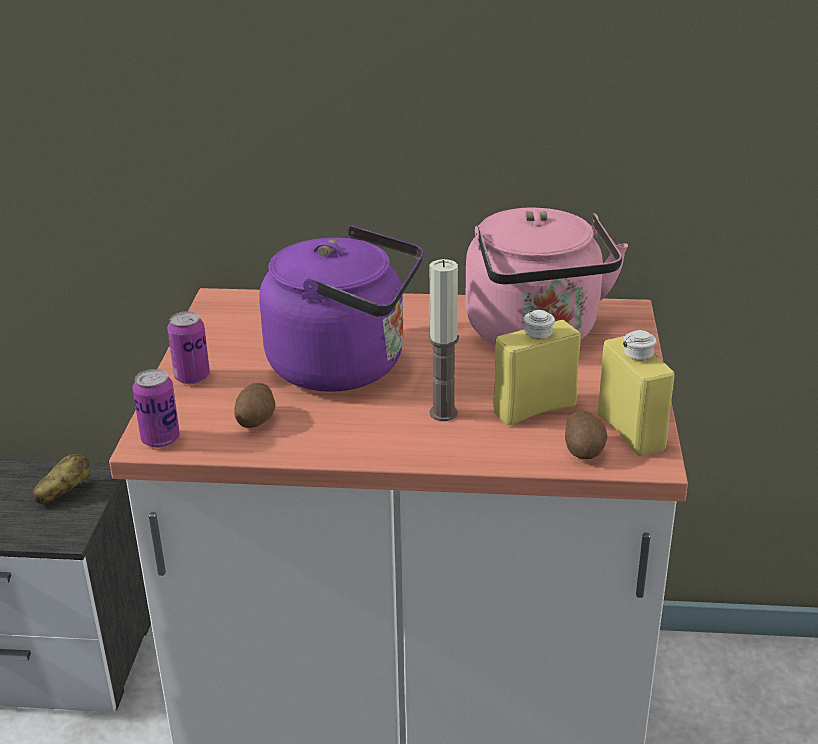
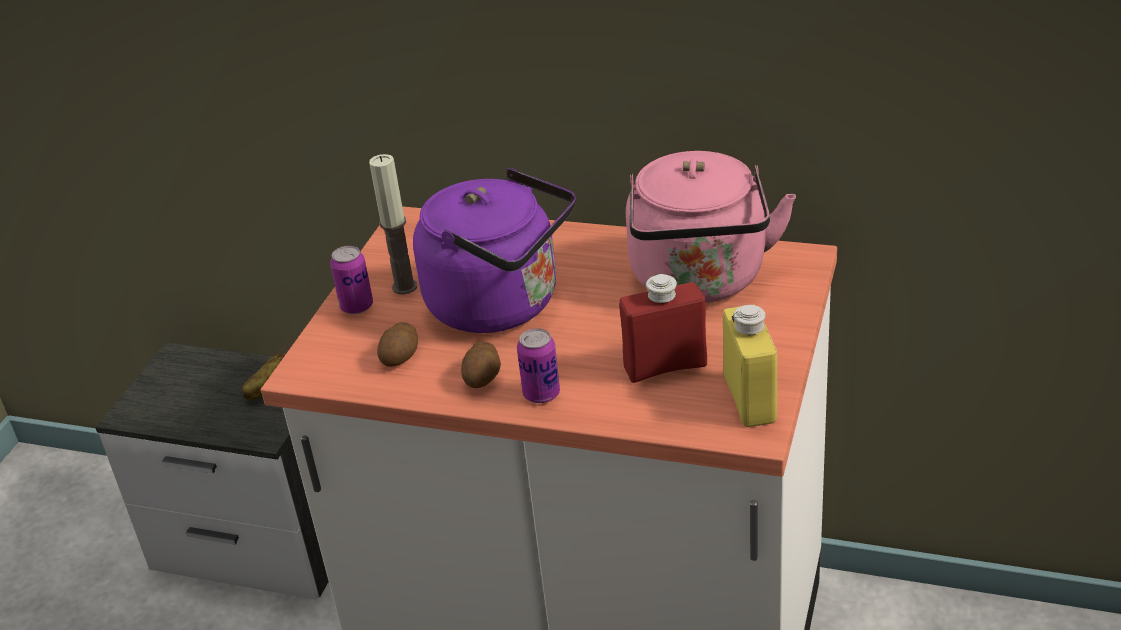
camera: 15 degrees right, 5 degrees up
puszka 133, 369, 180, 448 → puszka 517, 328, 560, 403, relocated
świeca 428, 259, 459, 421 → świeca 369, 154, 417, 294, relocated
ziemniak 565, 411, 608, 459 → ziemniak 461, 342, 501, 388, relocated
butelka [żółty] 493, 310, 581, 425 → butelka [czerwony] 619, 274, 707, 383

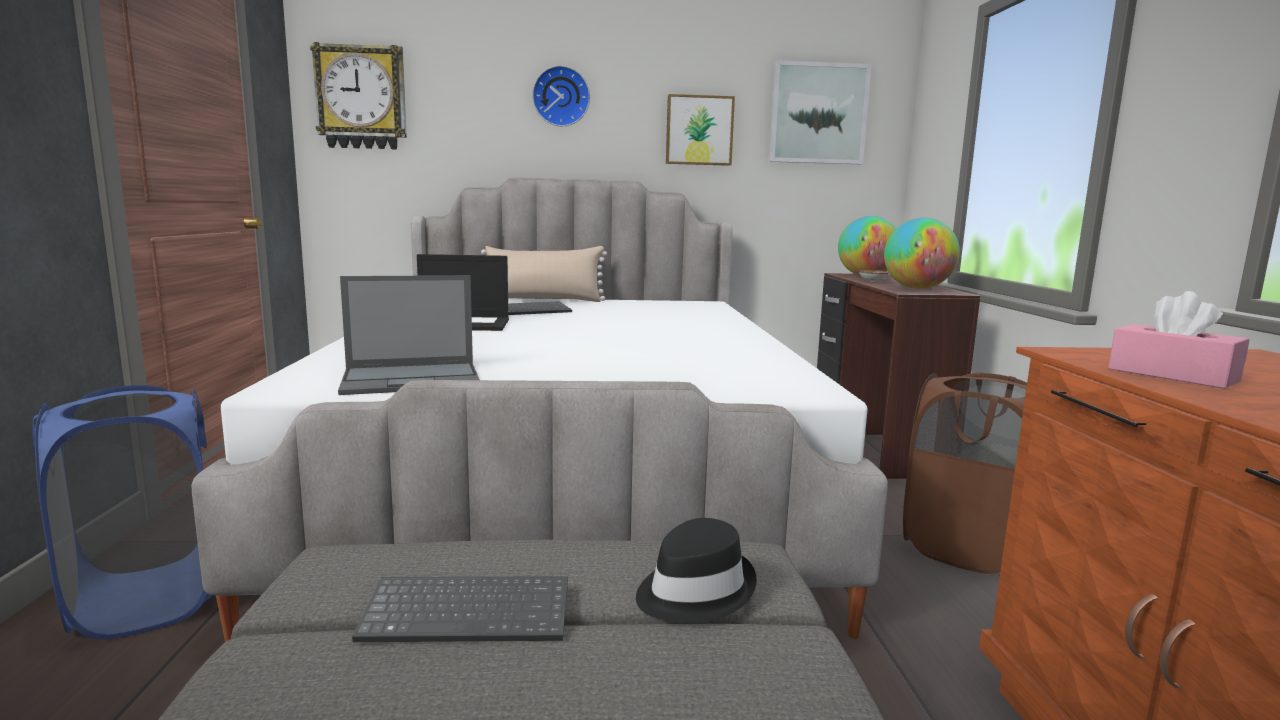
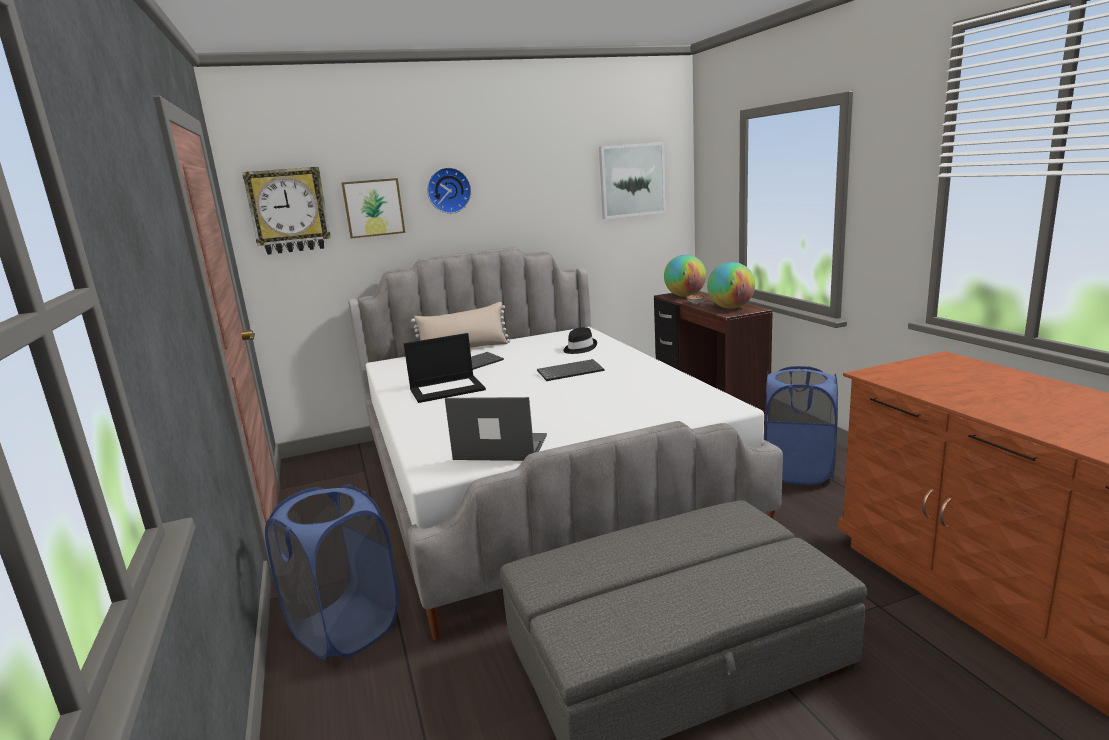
camera: 15 degrees left, 5 degrees up
pudełko chusteczek [różowy] 1108, 291, 1250, 389 → -
klawiatura 352, 576, 568, 642 → klawiatura 537, 359, 604, 381, relocated
kapelusz [czarny] 636, 518, 757, 623 → kapelusz [czarny] 563, 327, 597, 354, relocated
obraz 666, 94, 735, 166 → obraz 341, 178, 405, 238, relocated
kosz na pranie [brązowy] 903, 373, 1027, 574 → kosz na pranie [niebieski] 765, 366, 838, 485
laptop 338, 275, 480, 395 → laptop 445, 397, 547, 461, 135 degrees counterclockwise

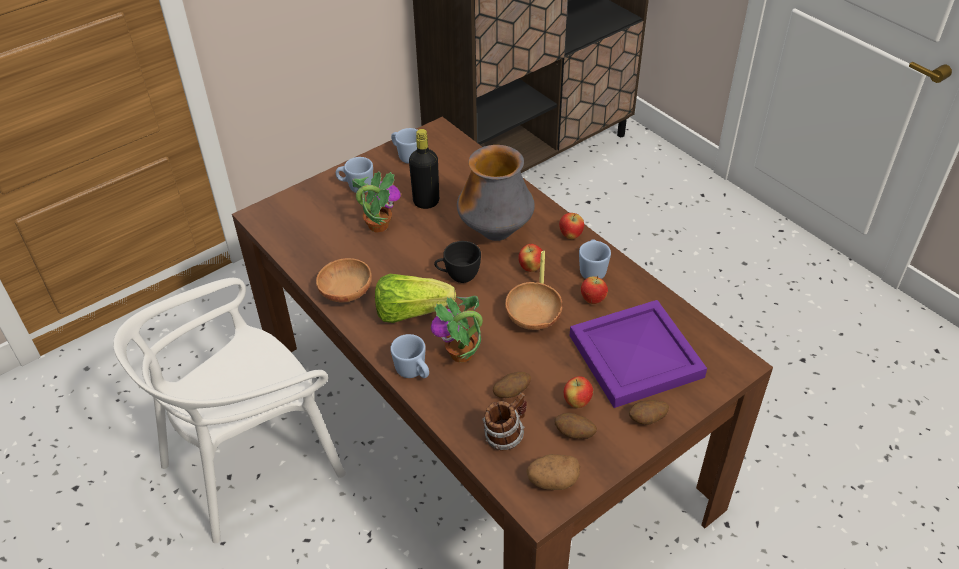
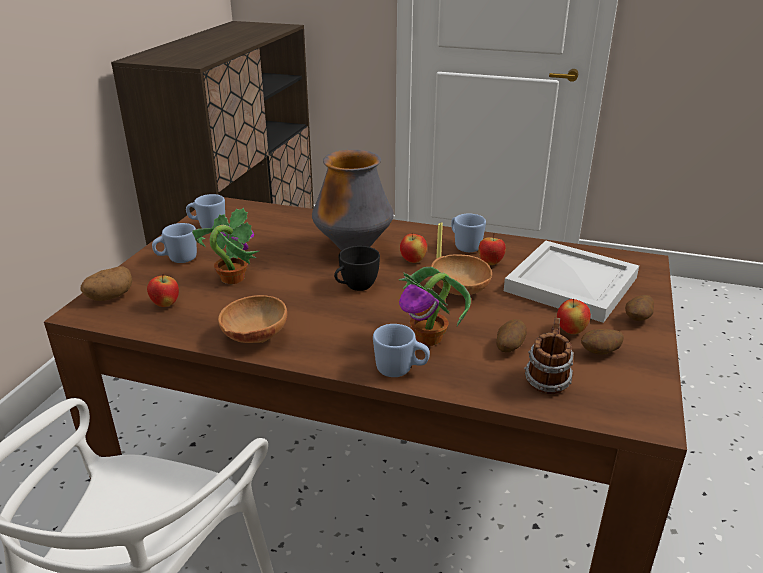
camera: 35 degrees left, 15 degrees down
sałata 375, 274, 456, 323 → -
butelka [czarny] 409, 129, 439, 209 → -
ziemniak 526, 454, 580, 490 → ziemniak 80, 266, 132, 301, relocated
jabłko 559, 213, 584, 239 → jabłko 147, 273, 179, 307, relocated
taca [fioletowy] 570, 300, 707, 408 → taca [biały] 504, 241, 639, 323

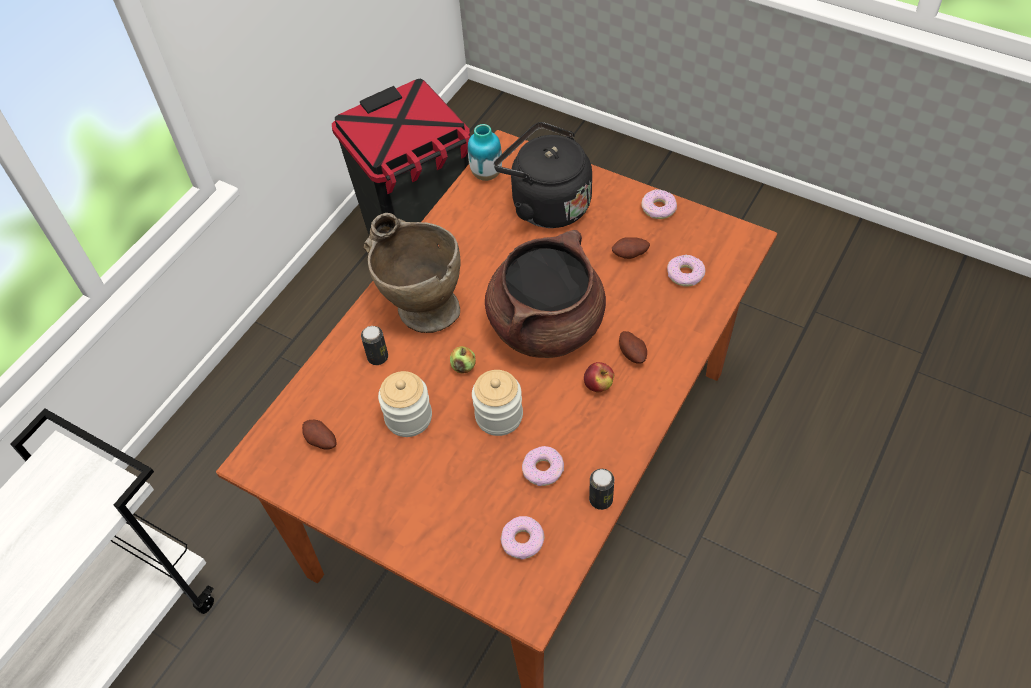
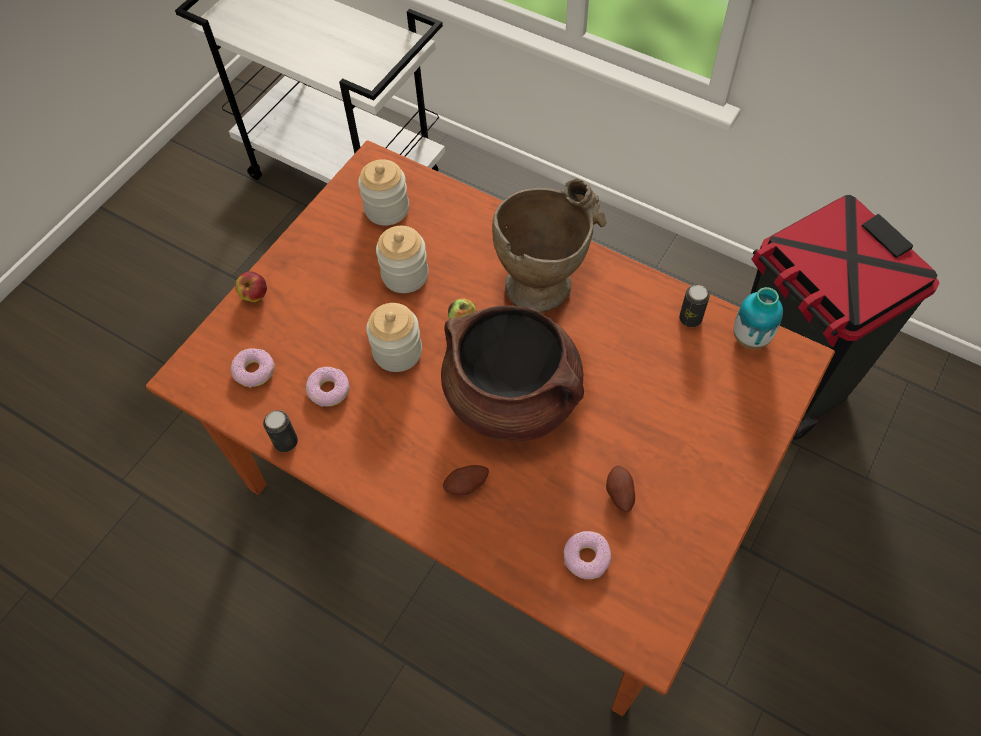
camera: 90 degrees right, 5 degrees up
czajnik [czarny] 494, 122, 592, 228 → -
donut 641, 189, 677, 219 → -
puszka 361, 326, 388, 365 → puszka 679, 285, 710, 327, relocated
jabłko 584, 362, 614, 392 → jabłko 235, 271, 267, 302, relocated
ziemniak 302, 420, 336, 450 → słoik 358, 159, 409, 226

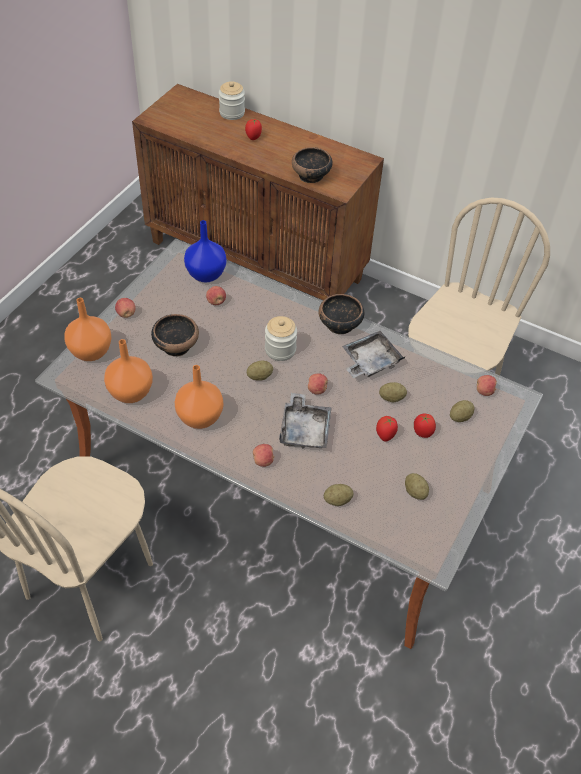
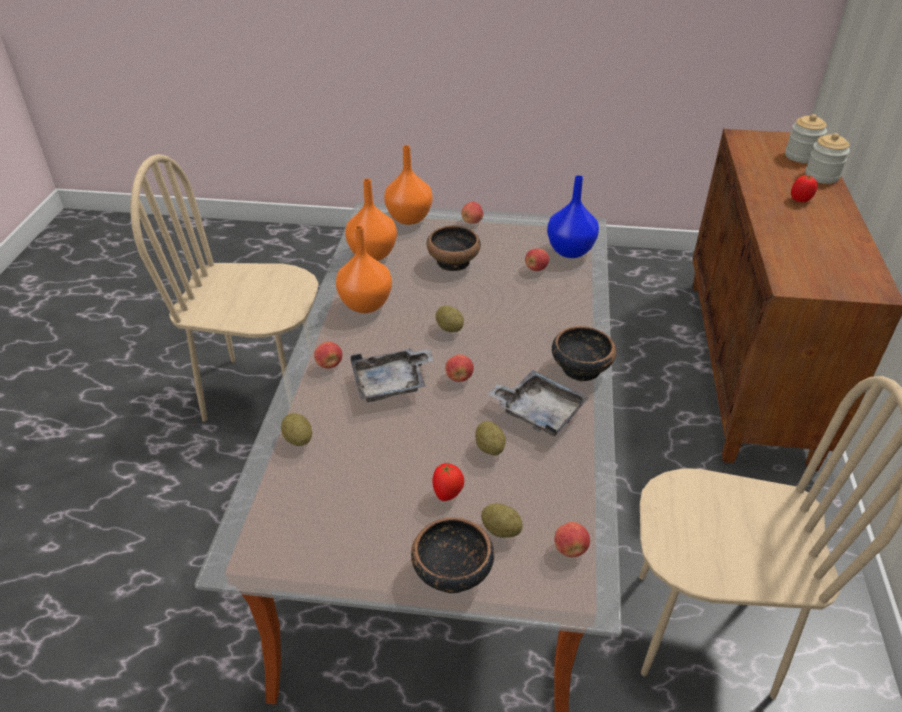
camera: 70 degrees right, 10 degrees down
pomidor 376, 416, 398, 442 → -
ziemniak 405, 473, 429, 500 → -
słoik 265, 316, 297, 361 → słoik 785, 114, 827, 163, relocated
miska 292, 147, 333, 183 → miska 411, 517, 494, 594, relocated

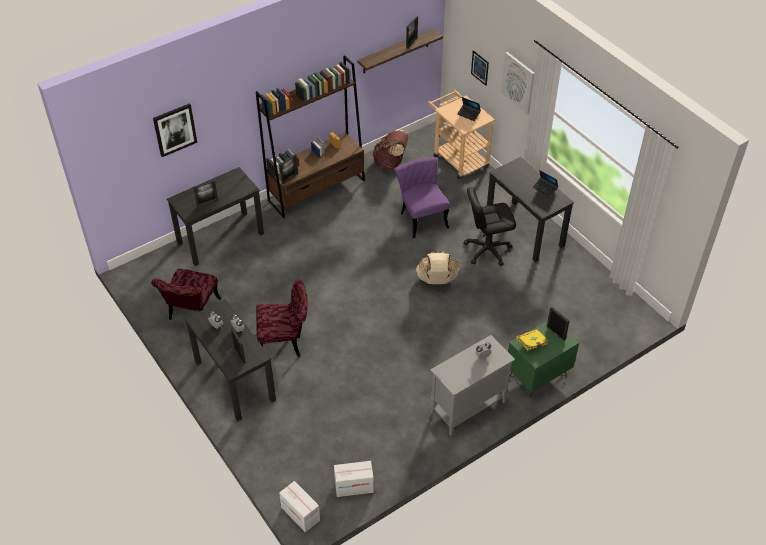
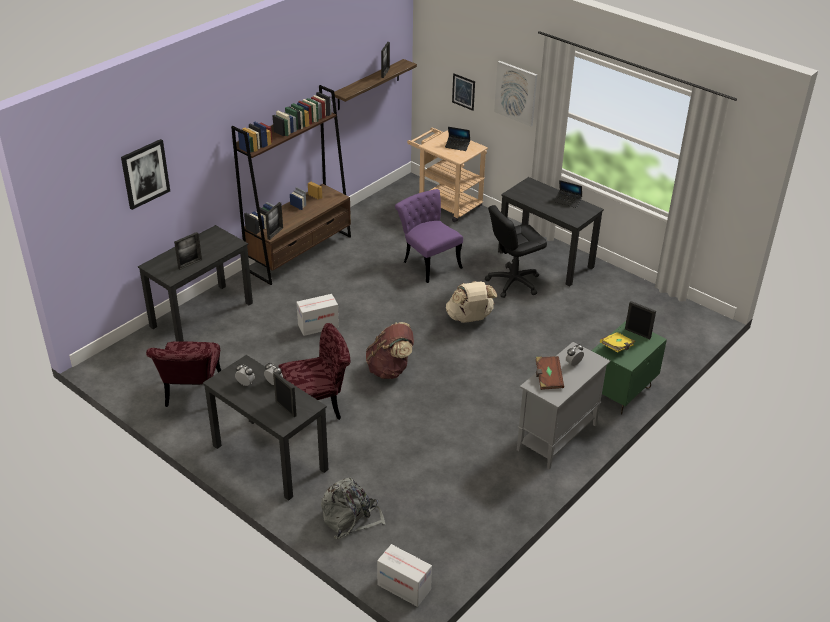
camera: 15 degrees left, 10 degrees down
- → plecak [szary] 321, 478, 385, 539
- → książka [brązowy] 536, 356, 564, 390
karton 334, 461, 374, 497 → karton 296, 294, 339, 336, relocated
plecak [brązowy] 373, 130, 408, 170 → plecak [brązowy] 366, 322, 414, 379, relocated

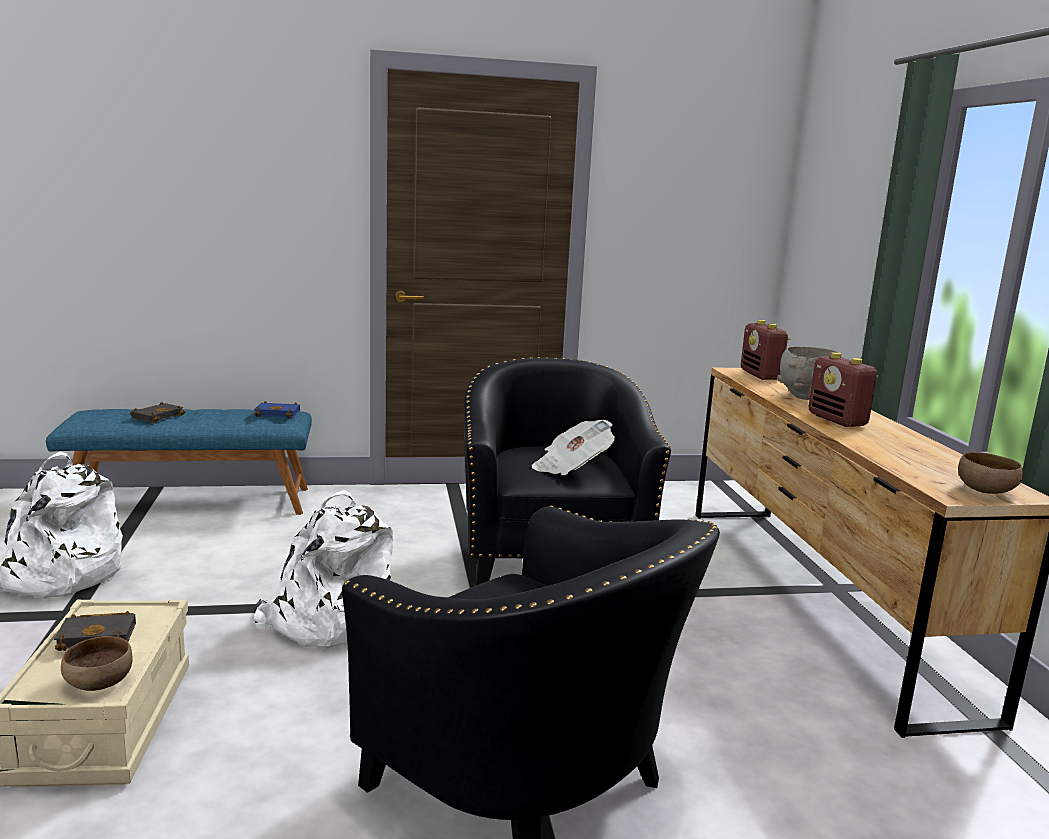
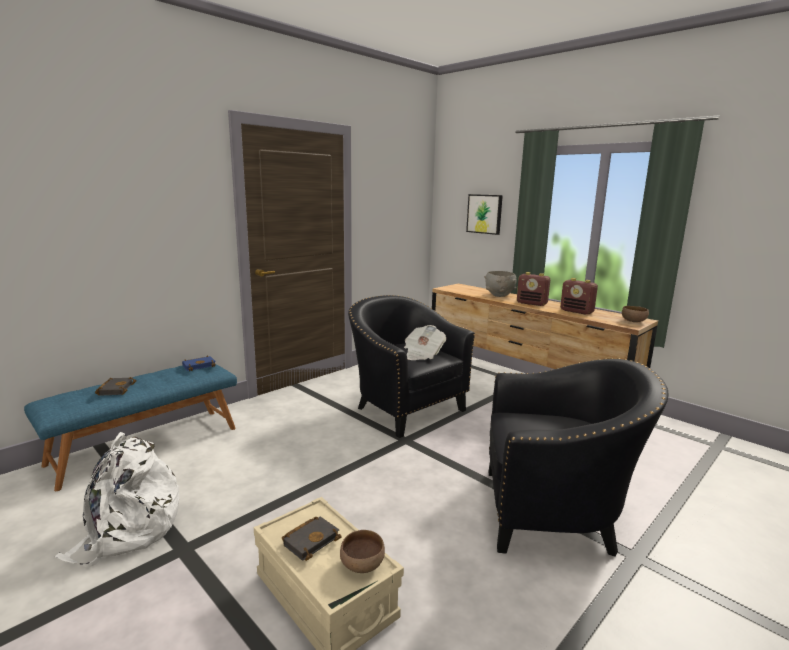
camera: 35 degrees left, 0 degrees up
plecak [biały] 254, 490, 393, 648 → -
- → obraz 466, 194, 503, 235
radio 741, 320, 790, 380 → radio 560, 278, 598, 315, relocated

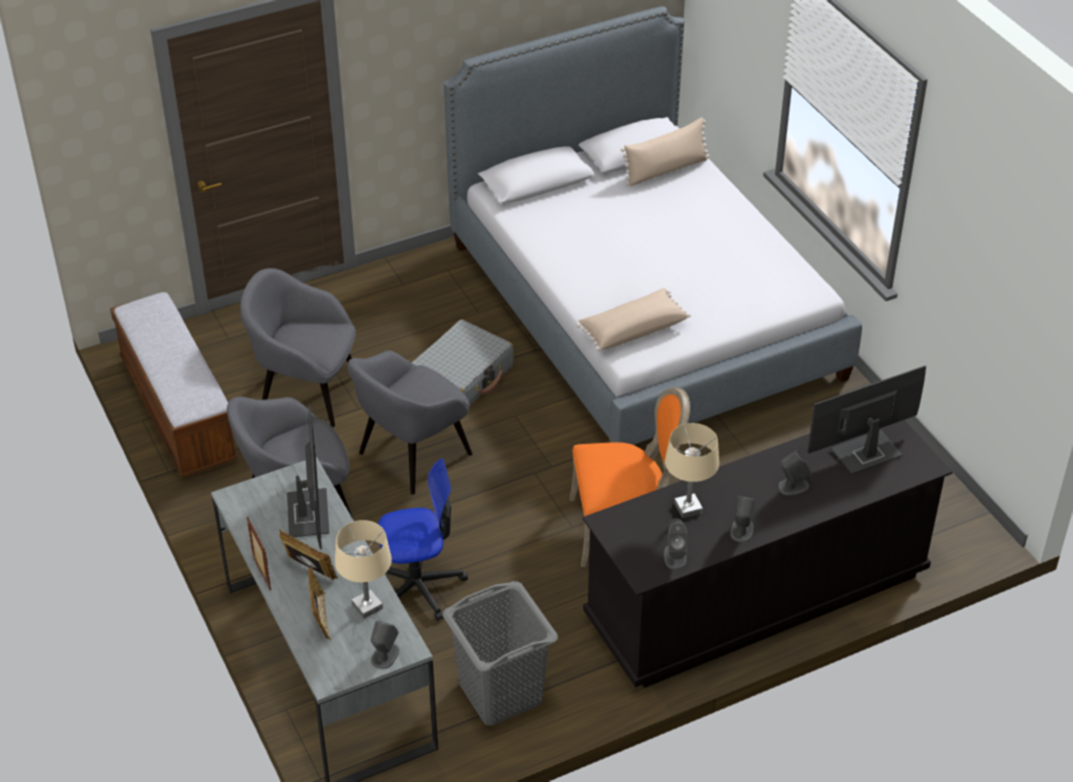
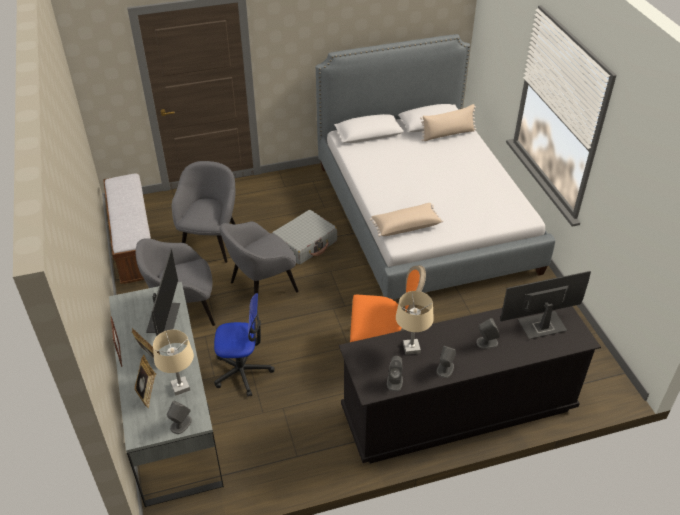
camera: 10 degrees right, 0 degrees up
kosz na pranie [szary] 443, 581, 558, 726 → -
fotel [szary] 240, 268, 356, 427 → fotel [szary] 172, 161, 235, 263, 75 degrees clockwise

